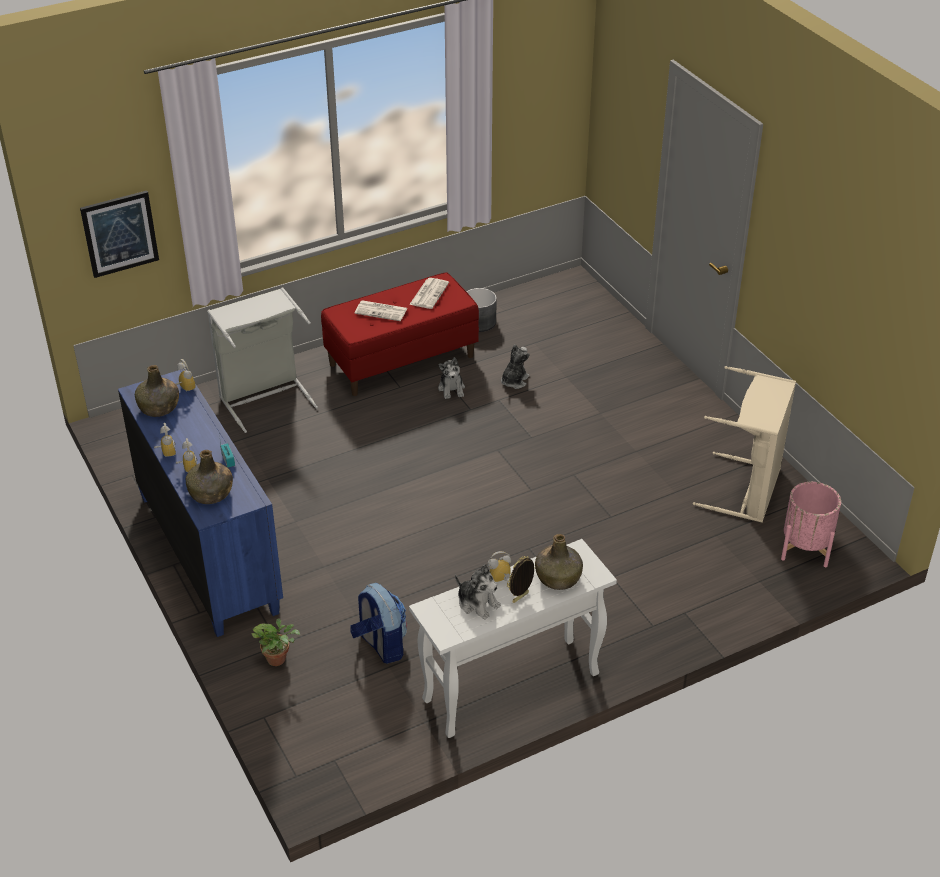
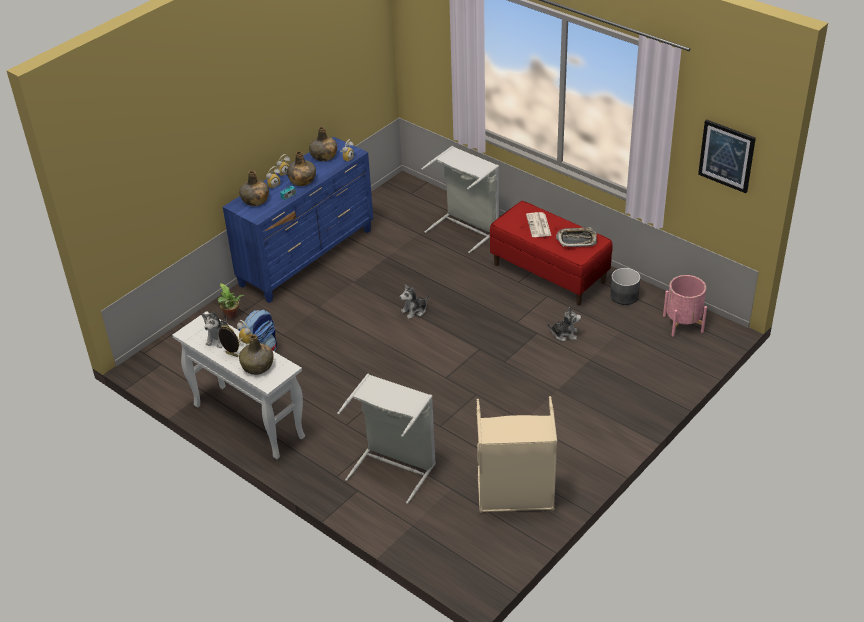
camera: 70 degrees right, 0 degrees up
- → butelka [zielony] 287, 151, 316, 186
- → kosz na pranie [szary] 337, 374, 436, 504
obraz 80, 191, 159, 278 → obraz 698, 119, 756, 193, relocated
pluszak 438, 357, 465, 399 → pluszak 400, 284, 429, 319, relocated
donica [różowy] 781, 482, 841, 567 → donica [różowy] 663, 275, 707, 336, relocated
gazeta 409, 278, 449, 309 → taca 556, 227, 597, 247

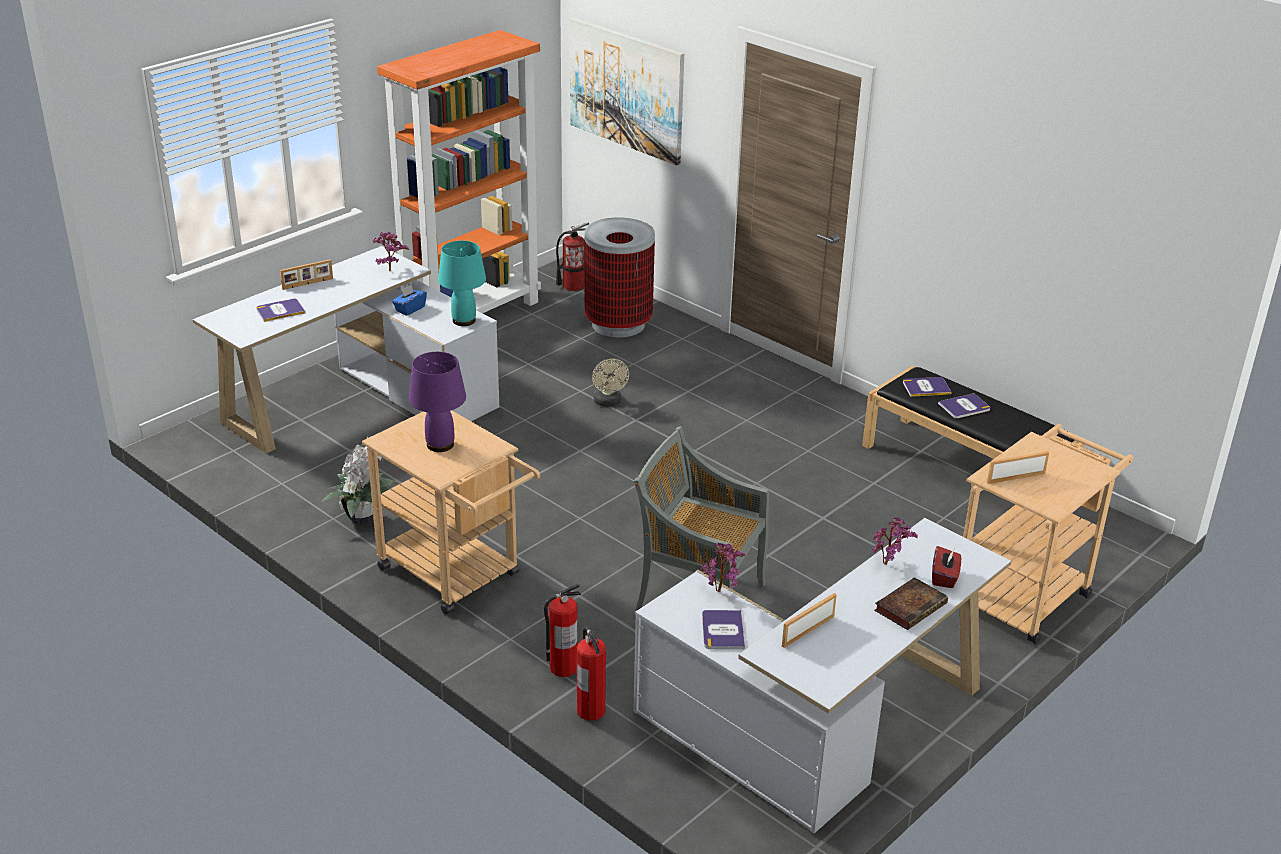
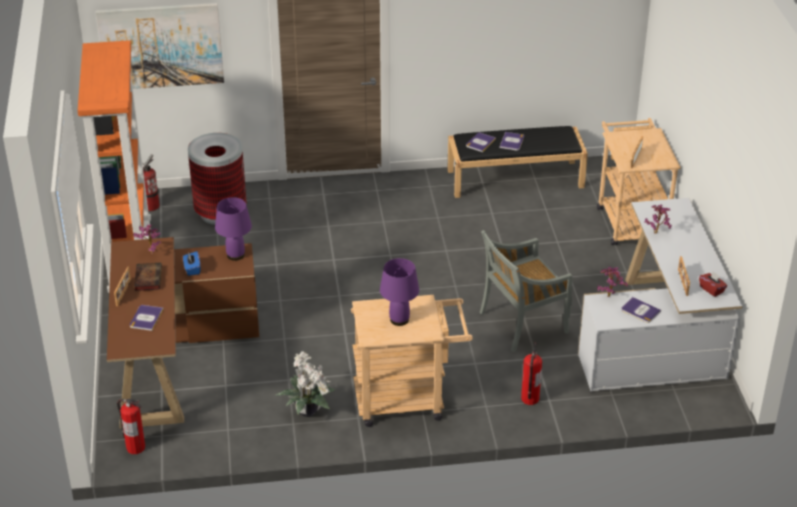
camera: 50 degrees left, 5 degrees up
wentylator [beżowy] 592, 359, 629, 407 → -
gaśnica 577, 627, 606, 721 → gaśnica 117, 399, 145, 454, relocated
książka 874, 577, 948, 630 → książka 134, 263, 162, 291, relocated
pudełko chusteczek [czerwony] 932, 546, 961, 588 → pudełko chusteczek [czerwony] 699, 271, 727, 297, relocated
biurko [biały] 193, 246, 499, 453 → biurko [brązowy] 107, 237, 259, 429
lampa stołowa [turkusowy] 438, 241, 486, 326 → lampa stołowa [fioletowy] 215, 197, 252, 261

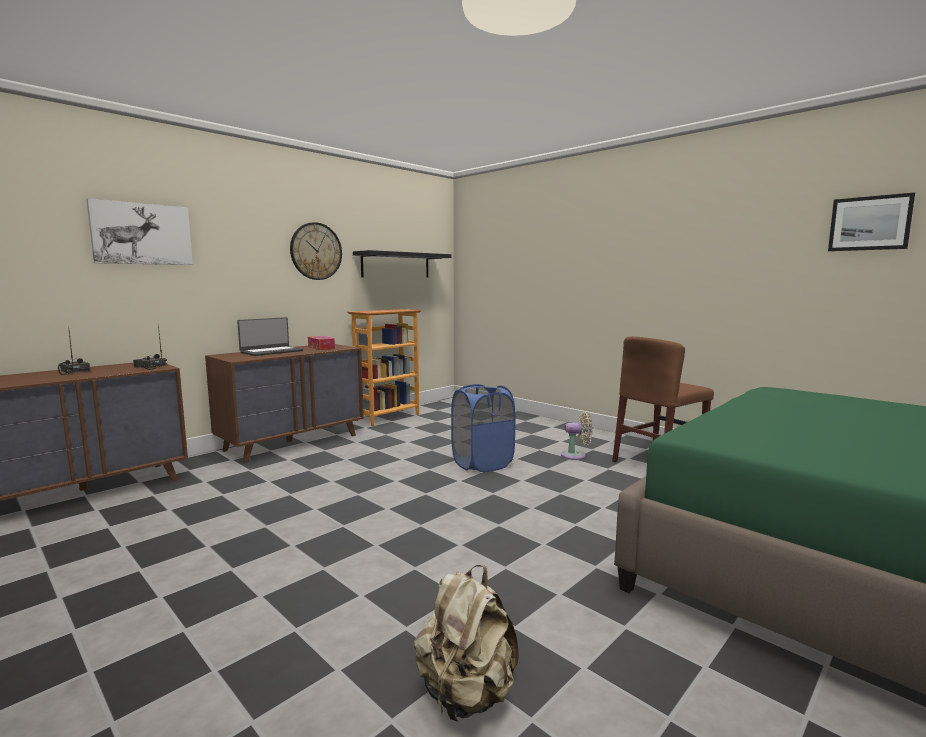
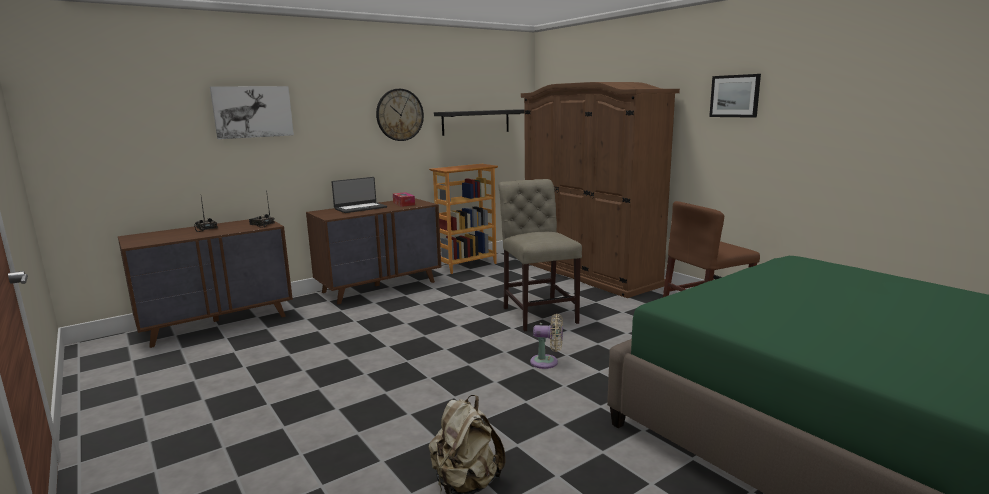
camera: 10 degrees right, 5 degrees up
- → szafa [brązowy] 521, 82, 680, 298
wentylator [beżowy] 561, 412, 593, 460 → wentylator [beżowy] 530, 314, 563, 369, relocated
obraz 828, 192, 915, 251 → obraz 709, 74, 761, 118, relocated
kosz na pranie [niebieski] 451, 384, 515, 472 → krzesło [beżowy] 498, 179, 582, 331

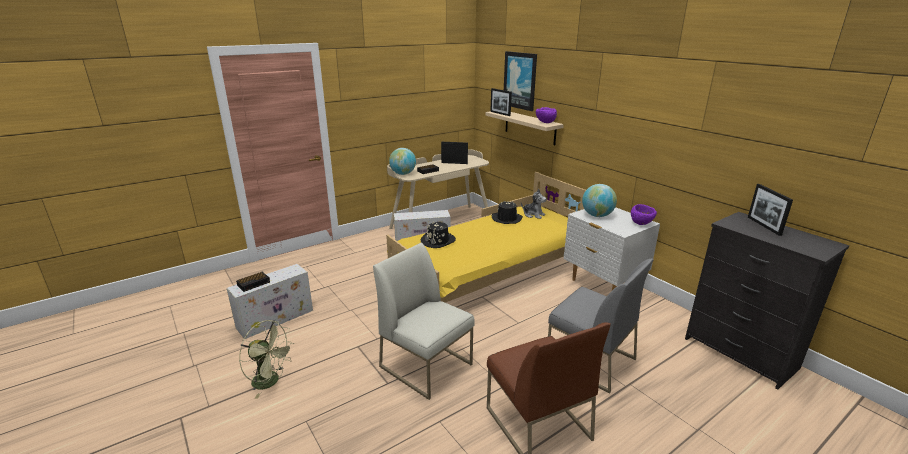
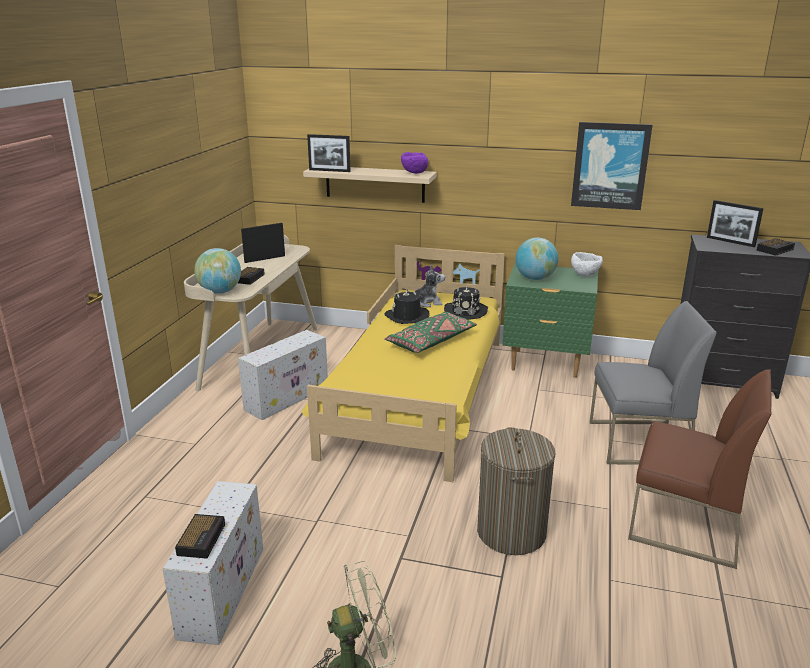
camera: 40 degrees left, 0 degrees up
- → poduszka [zielony] 384, 312, 477, 353
- → budzik 756, 238, 795, 256
kapelusz [czarny] 420, 222, 456, 248 → kapelusz [czarny] 444, 287, 488, 320, relocated
obraz 504, 51, 537, 111 → obraz 571, 122, 652, 210, relocated
krzesło [biały] 373, 243, 475, 400 → kosz na pranie 477, 427, 555, 555
szafka nocna [biały] 564, 207, 660, 290 → szafka nocna [zielony] 503, 263, 598, 378
miska [fioletowy] 631, 204, 657, 225 → miska [biały] 571, 252, 603, 276

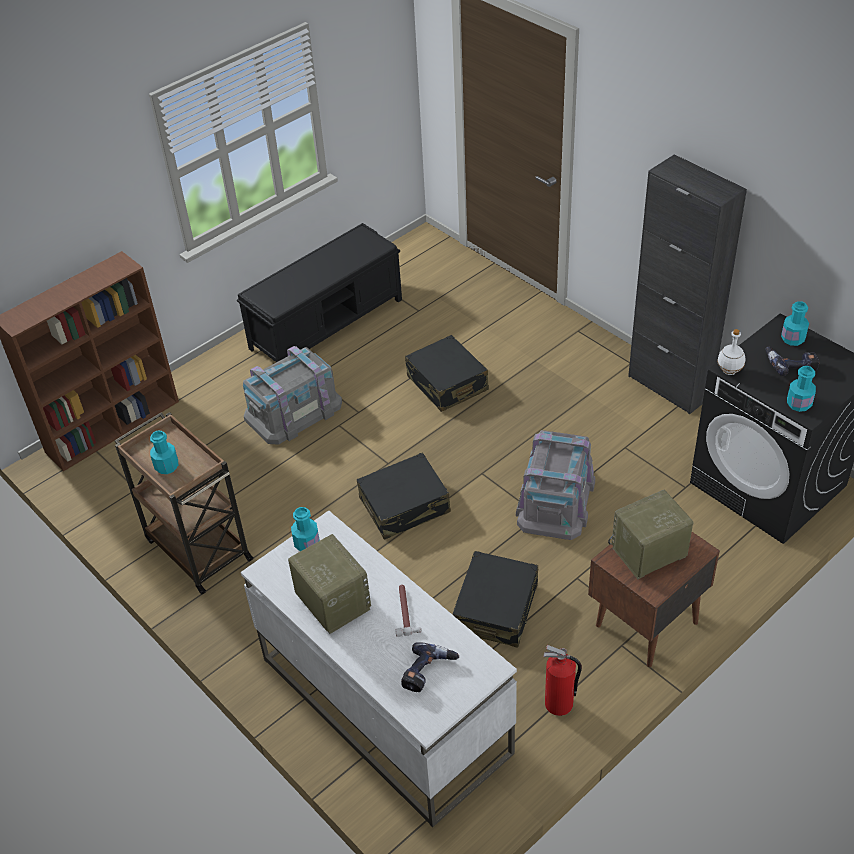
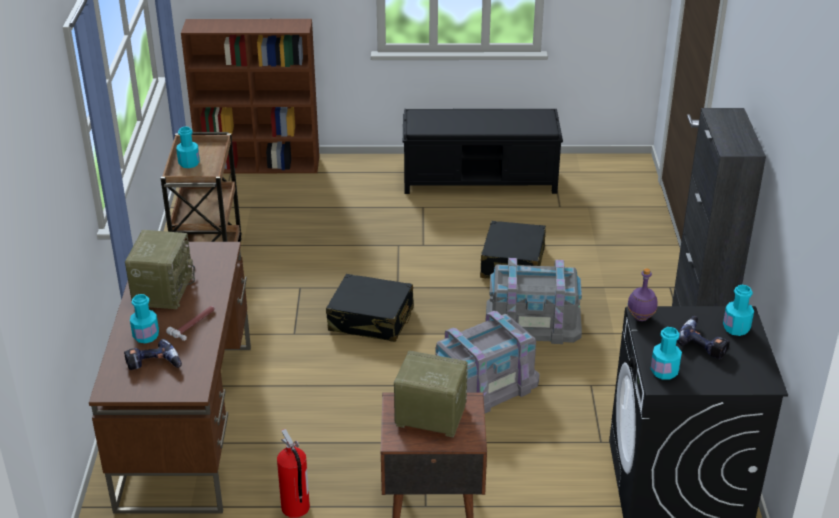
camera: 40 degrees right, 10 degrees down
walizka [czarny] 452, 551, 538, 647 → -
pojemnik do przechowywania [szary] 243, 346, 342, 444 → pojemnik do przechowywania [szary] 486, 258, 582, 344, relocated
butelka [turkusowy] 291, 507, 320, 551 → butelka [turkusowy] 130, 294, 159, 343, relocated
biurko [biały] 241, 511, 517, 827 → biurko [brązowy] 89, 242, 251, 514
butelka [biały] 717, 329, 745, 375 → butelka [fioletowy] 627, 268, 657, 321

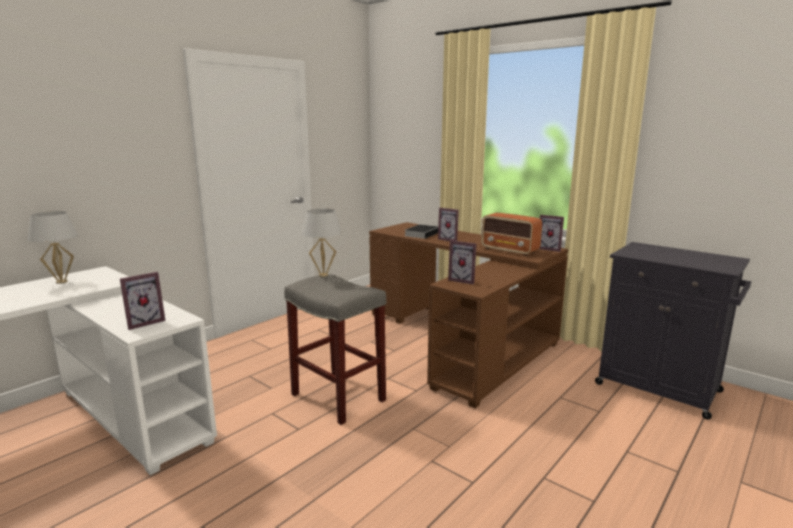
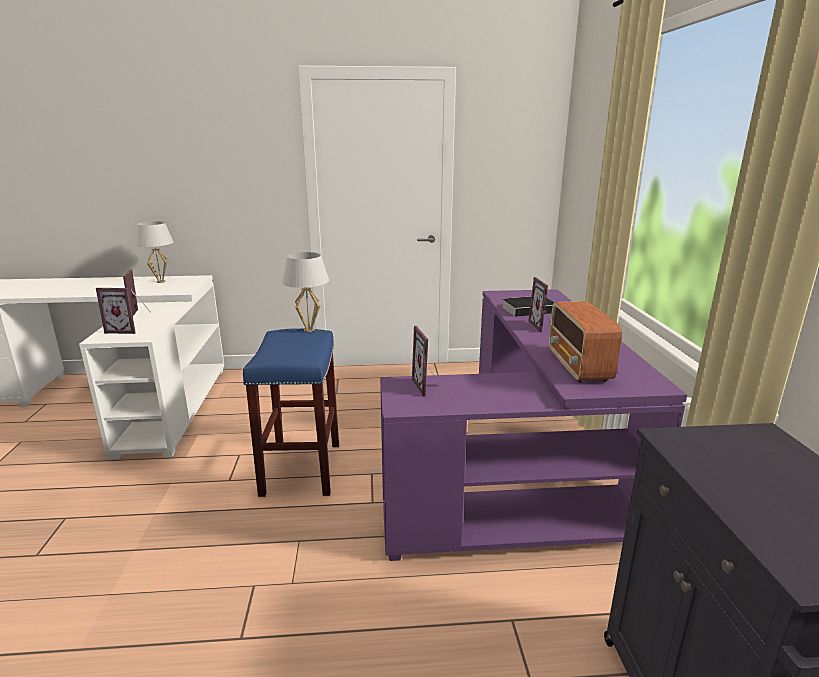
camera: 45 degrees right, 5 degrees up
ramka na zdjęcie 540, 215, 564, 252 → ramka na zdjęcie 123, 270, 150, 316, relocated
stołek [szary] 284, 274, 386, 425 → stołek [niebieski] 243, 328, 339, 497
biurko [brązowy] 369, 222, 568, 408 → biurko [fioletowy] 380, 289, 687, 561

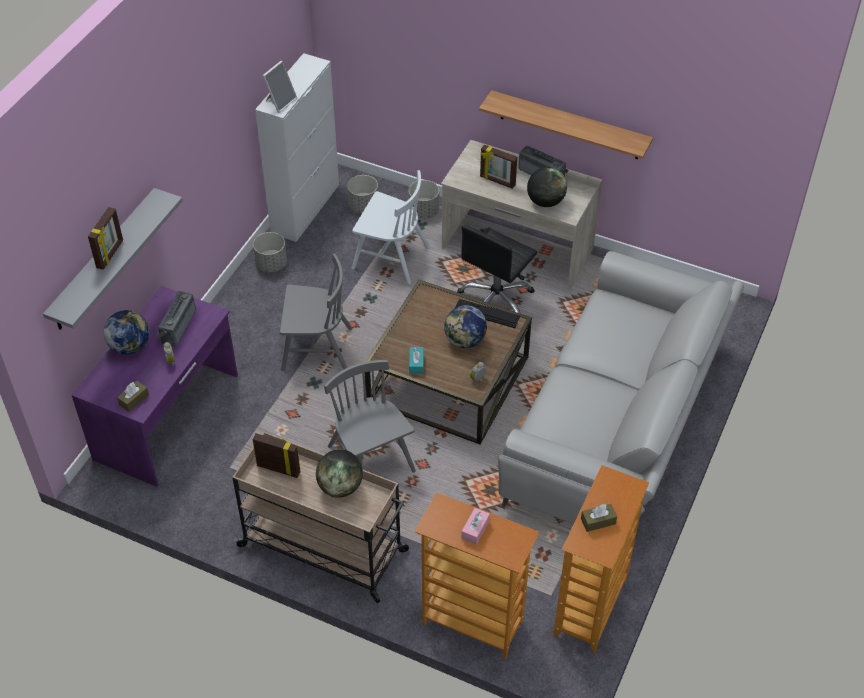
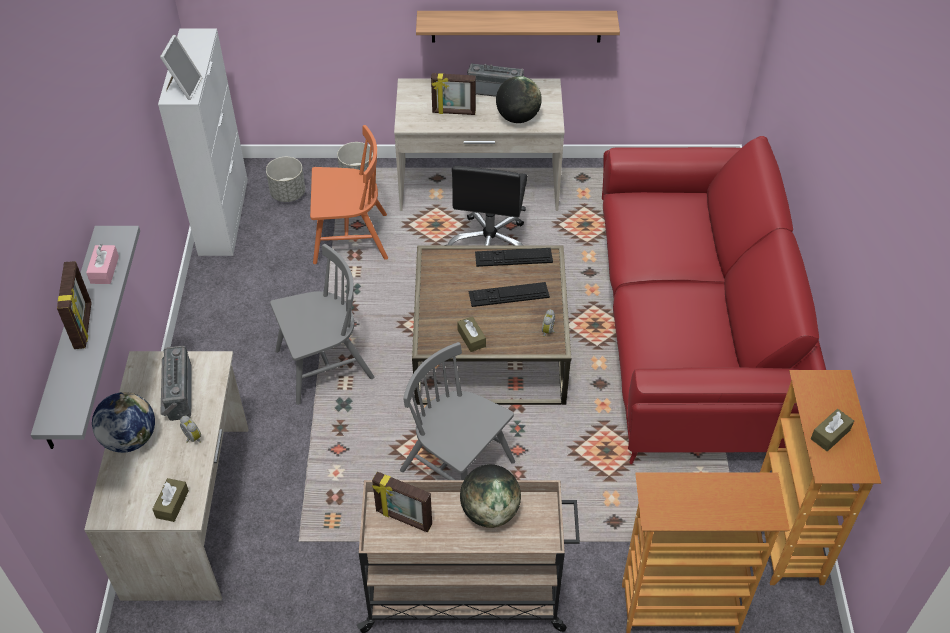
camera: 25 degrees left, 0 degrees up
donica [szary] 253, 232, 287, 272 → -
pudełko chusteczek [różowy] 461, 508, 490, 545 → pudełko chusteczek [różowy] 86, 244, 119, 284, relocated
globus 444, 305, 487, 348 → klawiatura 468, 282, 550, 307
biurko [fioletowy] 72, 286, 238, 487 → biurko [beżowy] 84, 351, 249, 601
krzesło [biały] 352, 170, 430, 284 → krzesło [pomarańczowy] 310, 125, 388, 264
pudełko chusteczek [turkusowy] 409, 347, 424, 374 → pudełko chusteczek [brązowy] 457, 316, 486, 352
kanapa [szary] 498, 251, 744, 524 → kanapa [czerwony] 602, 136, 826, 464
ramka na zdjęcie 252, 433, 301, 478 → ramka na zdjęcie 372, 472, 432, 532, 150 degrees counterclockwise

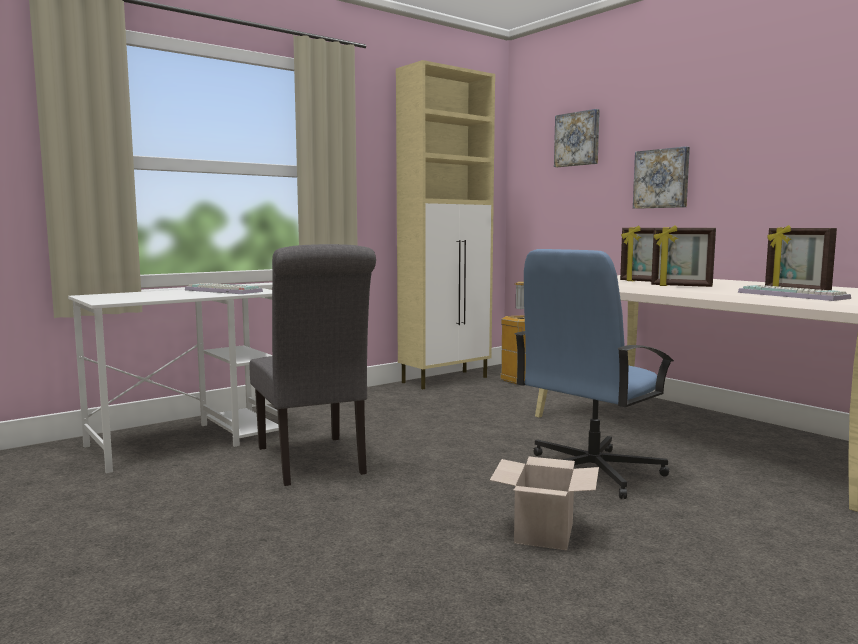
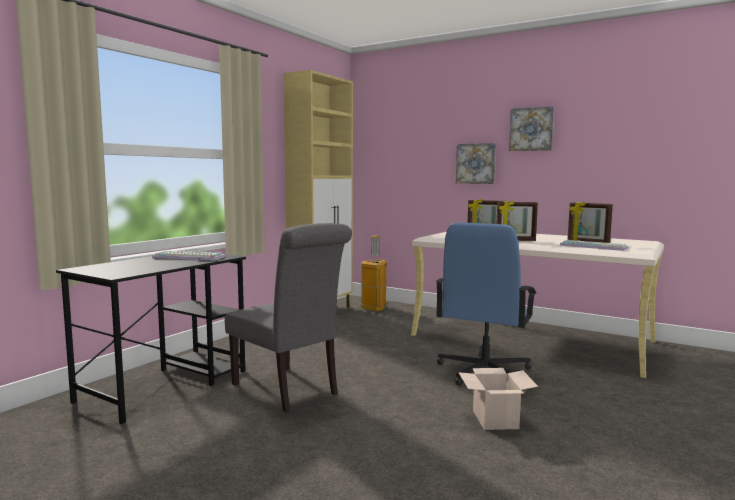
camera: 20 degrees left, 0 degrees up
obraz 554, 109, 600, 167 → obraz 509, 106, 554, 151, relocated
biurko [biały] 68, 288, 279, 474 → biurko [czarny] 56, 250, 246, 424

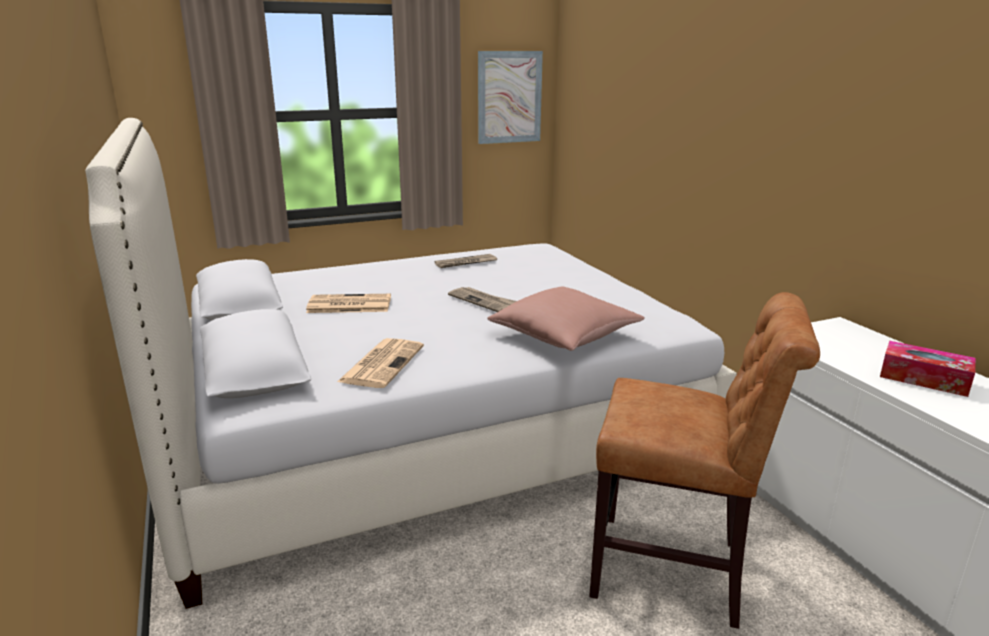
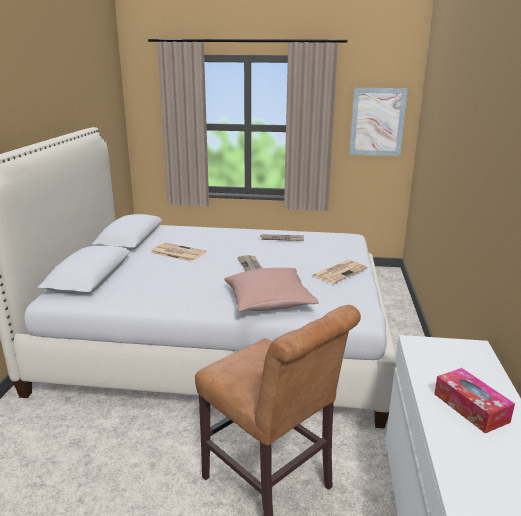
camera: 30 degrees right, 0 degrees up
gazeta 337, 338, 424, 388 → gazeta 312, 260, 368, 284, relocated

